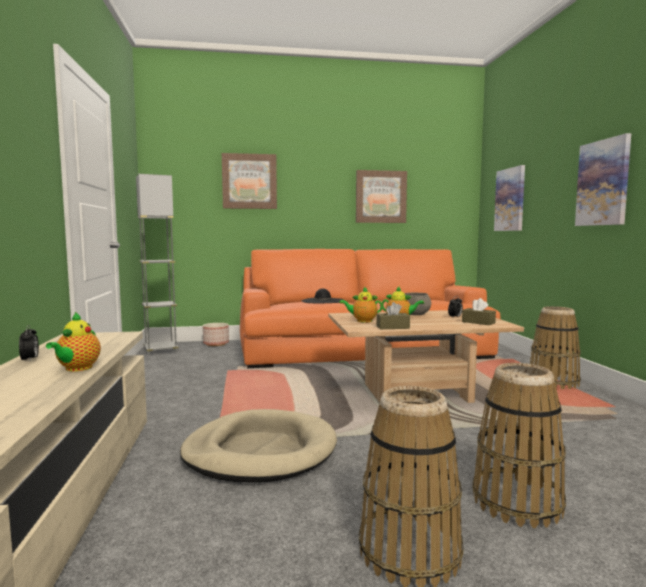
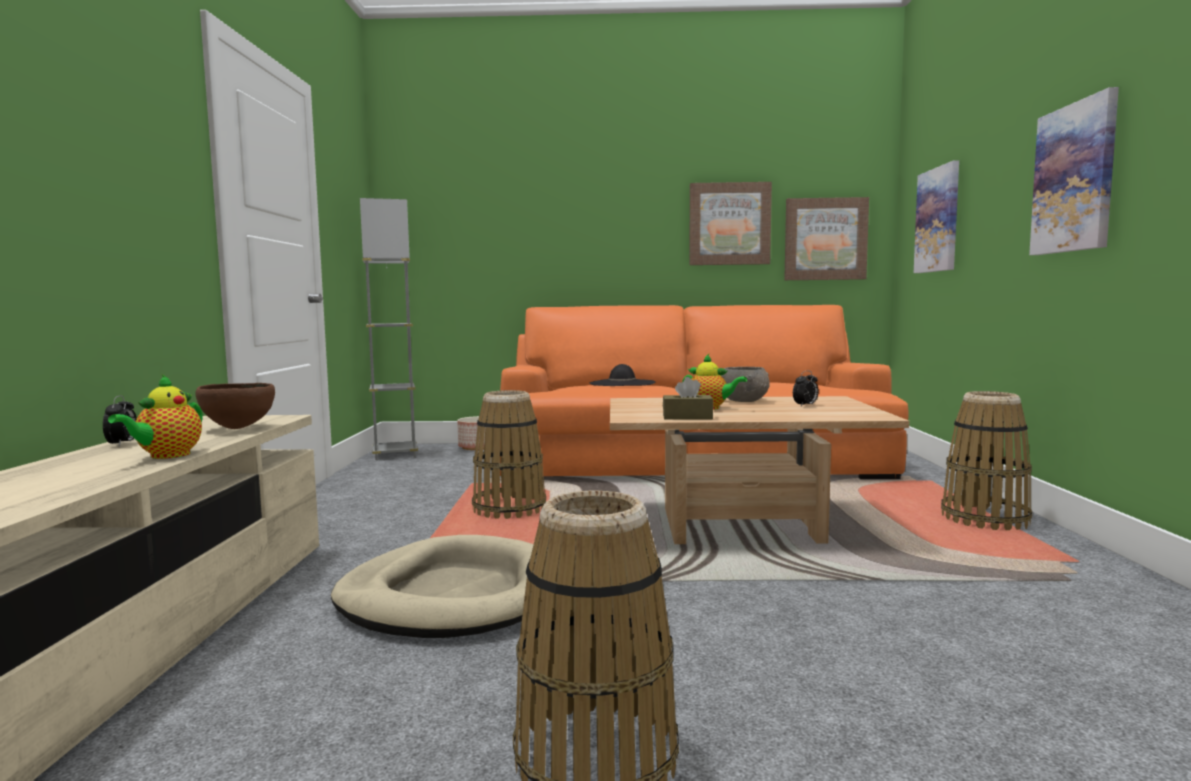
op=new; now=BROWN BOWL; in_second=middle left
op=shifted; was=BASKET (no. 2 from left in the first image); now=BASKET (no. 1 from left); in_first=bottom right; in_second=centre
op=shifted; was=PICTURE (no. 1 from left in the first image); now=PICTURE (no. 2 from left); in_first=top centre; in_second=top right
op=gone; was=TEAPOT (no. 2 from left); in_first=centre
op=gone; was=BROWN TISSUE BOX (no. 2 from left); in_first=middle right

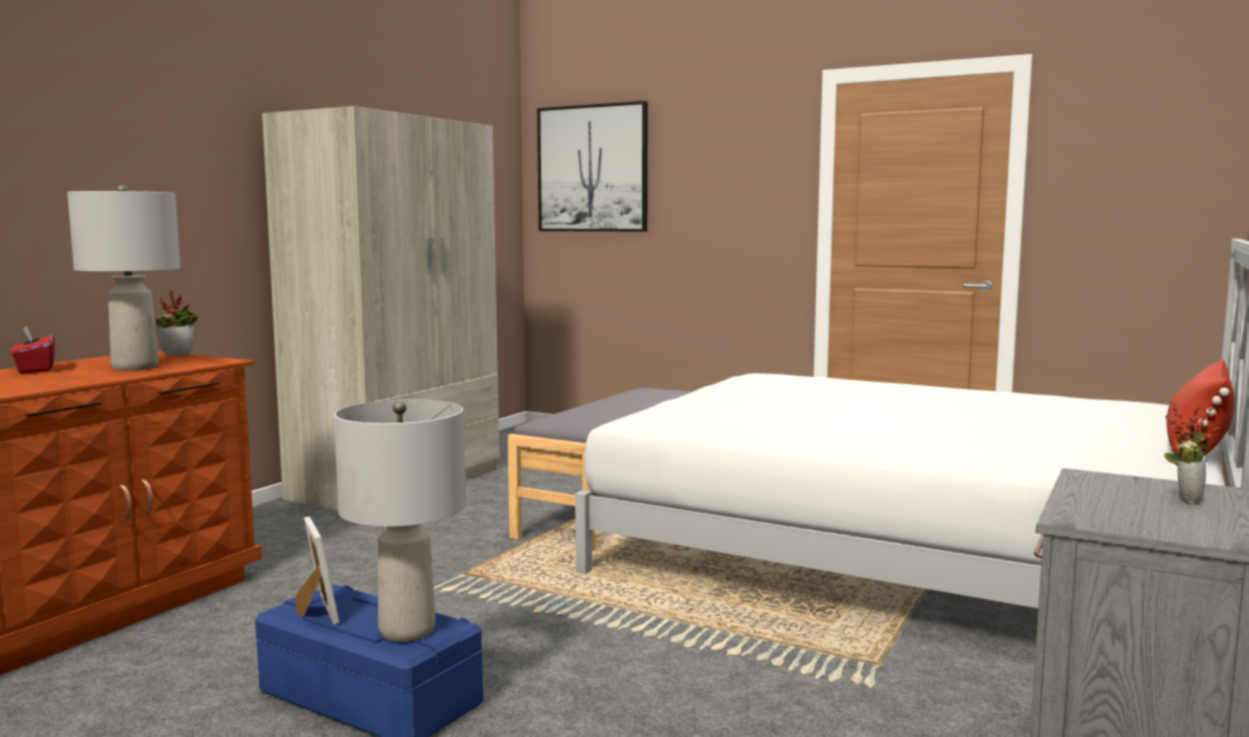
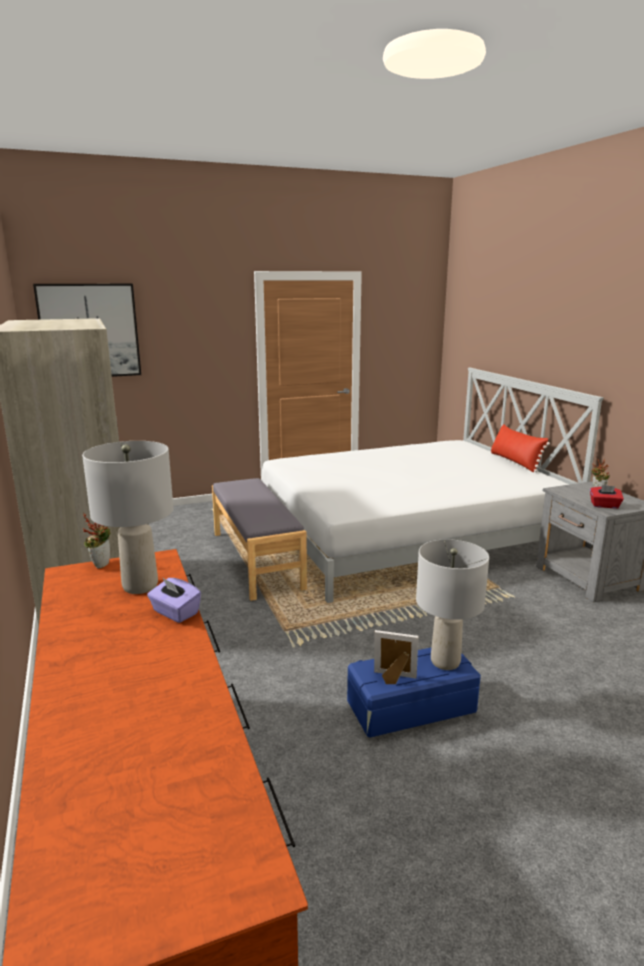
op=new; now=PURPLE TISSUE BOX; in_second=middle left
op=shifted; was=RED TISSUE BOX; in_first=middle left; in_second=middle right

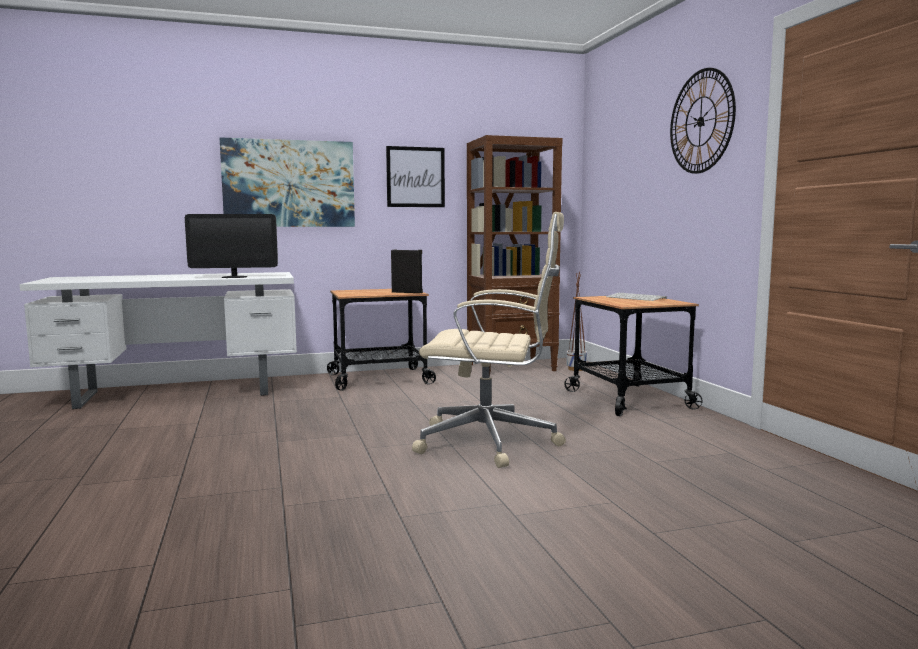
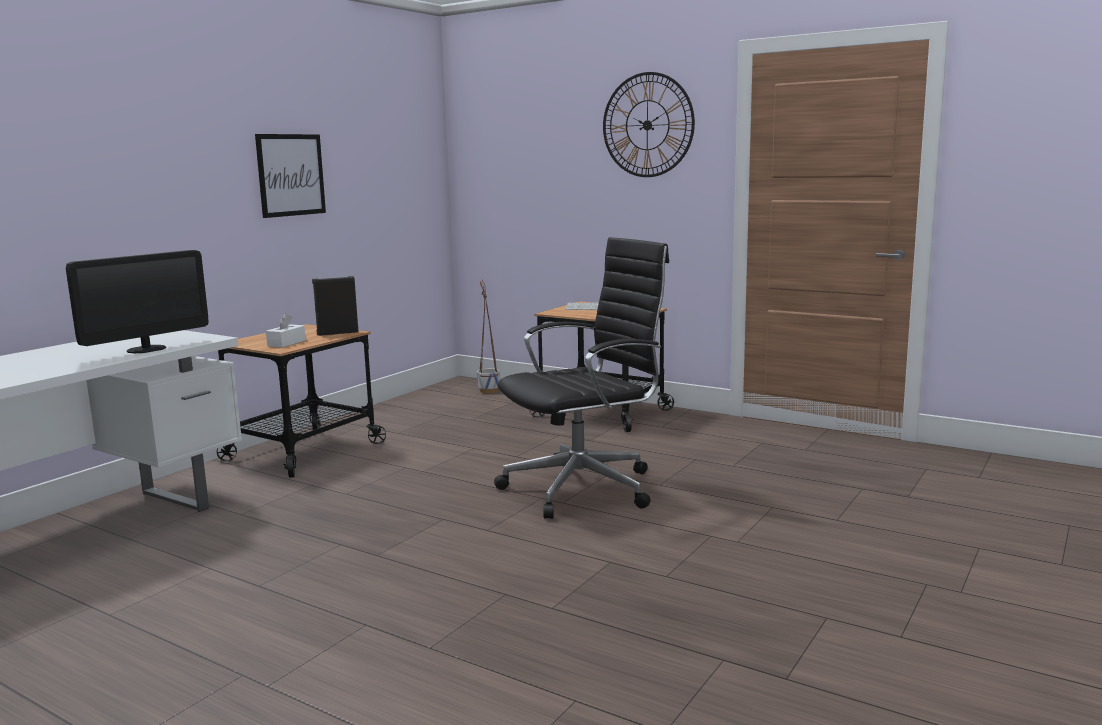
op=new; now=WHITE TISSUE BOX; in_second=middle left
op=repainted; was=BEIGE OFFICE CHAIR; now=BLACK OFFICE CHAIR; in_first=centre; in_second=centre
op=gone; was=PICTURE (no. 1 from left); in_first=top left
op=gone; was=BROWN BOOKCASE; in_first=centre

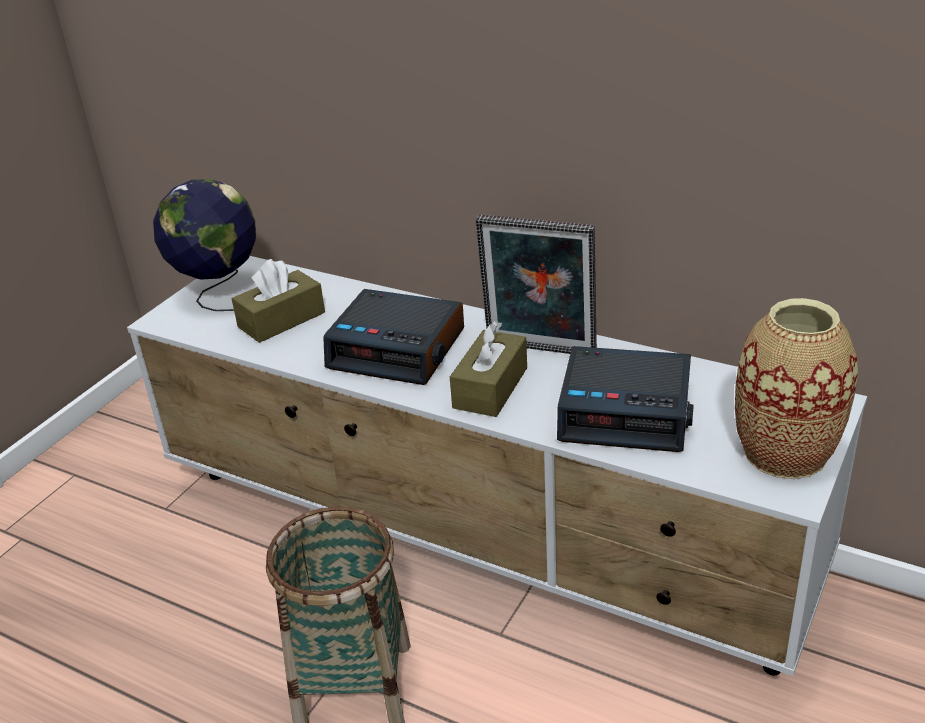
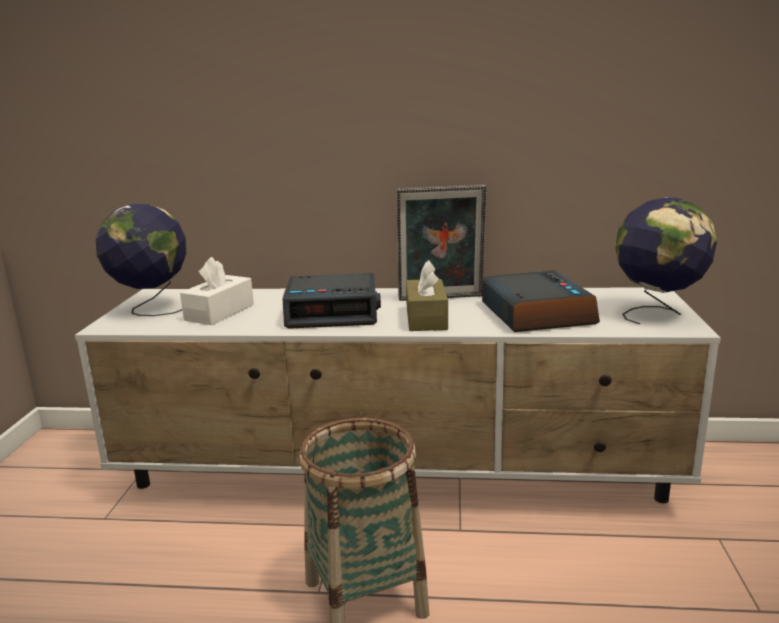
op=repainted; was=BROWN TISSUE BOX (no. 1 from left); now=WHITE TISSUE BOX; in_first=middle left; in_second=middle left
op=rotated; was=ALARM CLOCK (no. 2 from left); in_first=middle right; in_second=middle right; clockwise=-90
op=swapped; was=VASE; now=GLOBE (no. 2 from left); in_first=middle right; in_second=middle right

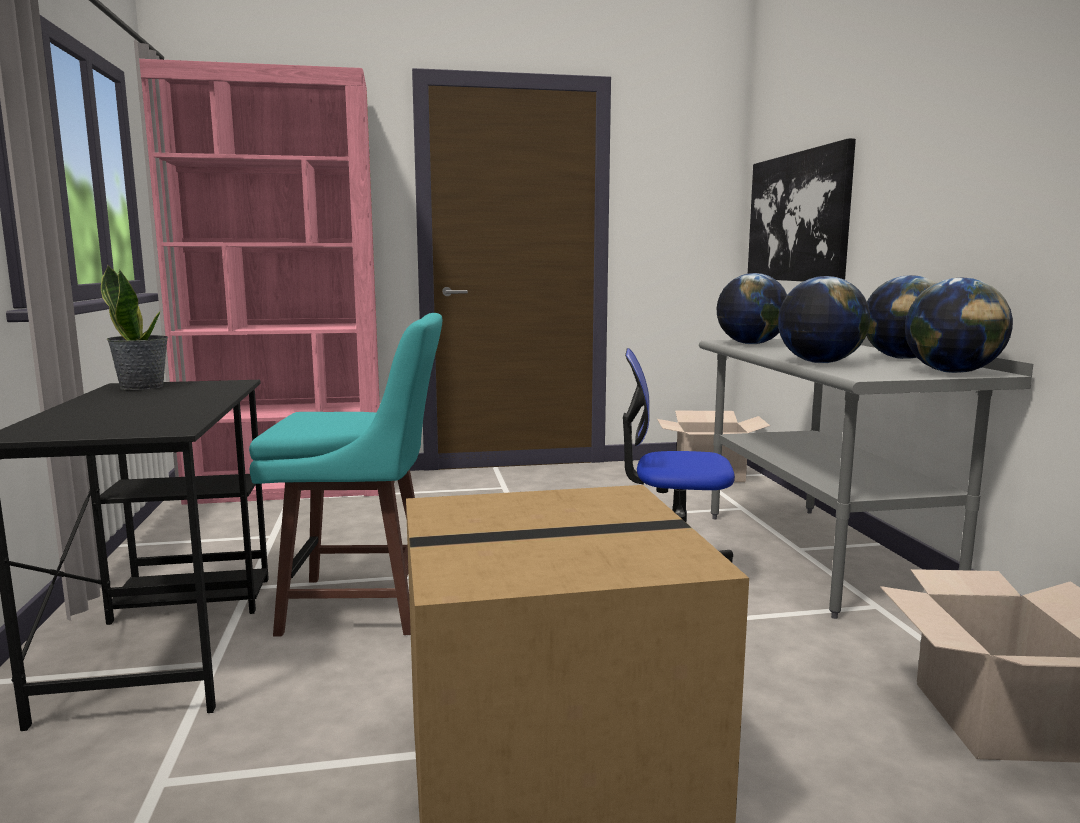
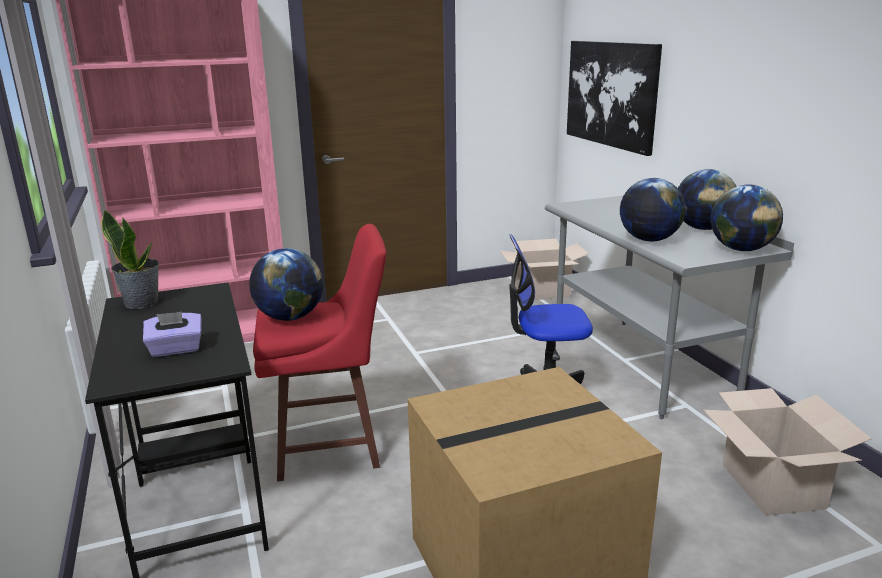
op=new; now=PURPLE TISSUE BOX; in_second=middle left
op=shifted; was=GLOBE (no. 1 from left); in_first=middle right; in_second=middle left
op=repainted; was=TURQUOISE STOOL; now=RED STOOL; in_first=middle left; in_second=centre

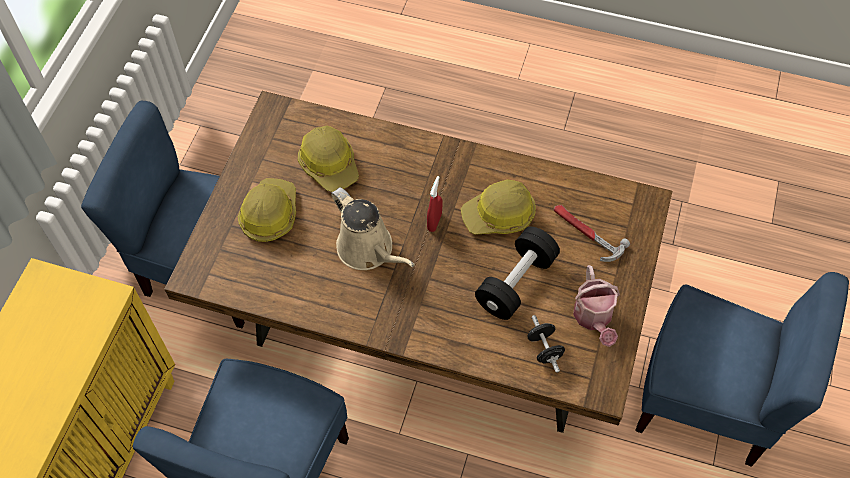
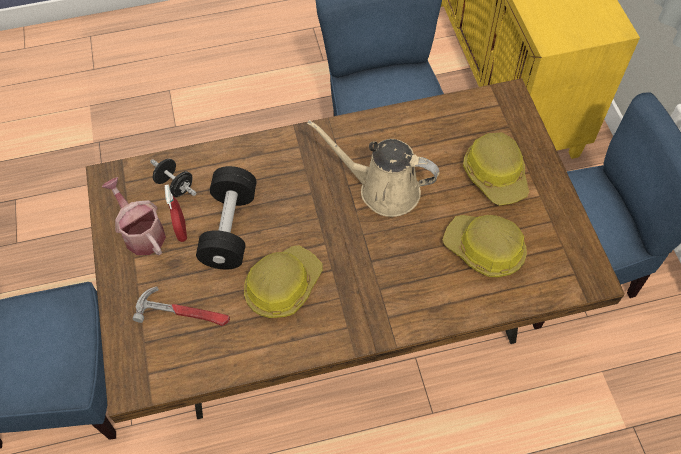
op=shifted; was=RED SPRAY BOTTLE; in_first=centre; in_second=middle left

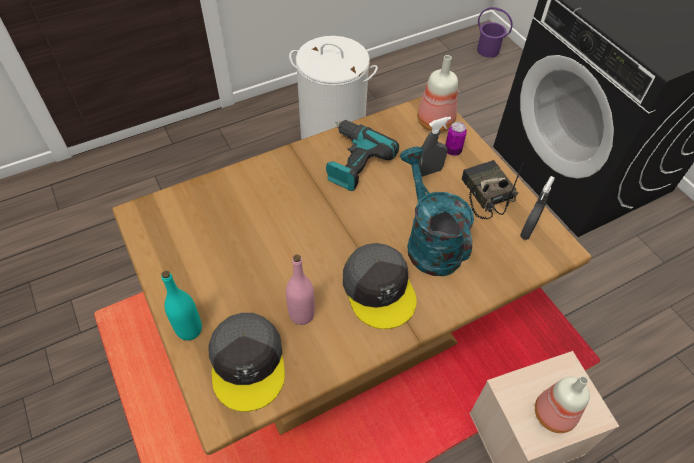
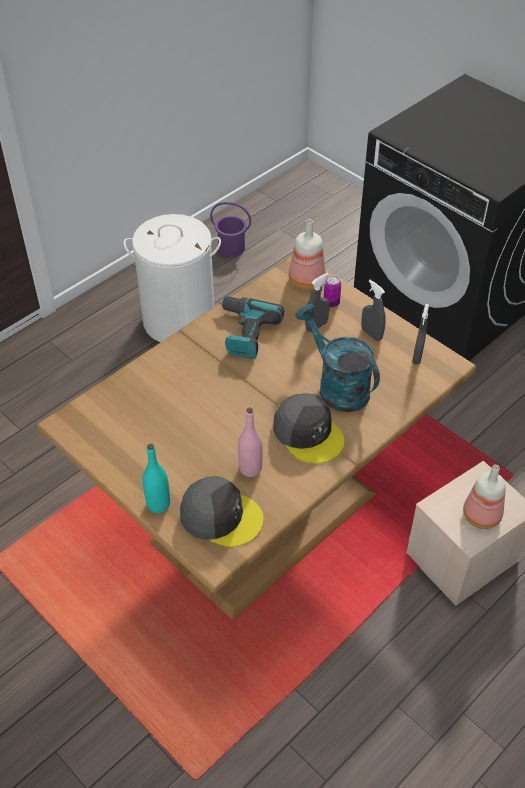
op=rotated; was=GREY CAP (no. 1 from left); in_first=bottom centre; in_second=centre; clockwise=-45
op=shifted; was=PURPLE BUCKET; in_first=top right; in_second=top centre
op=swapped; was=RADIO; now=GREY SPRAY BOTTLE (no. 2 from left); in_first=middle right; in_second=middle right

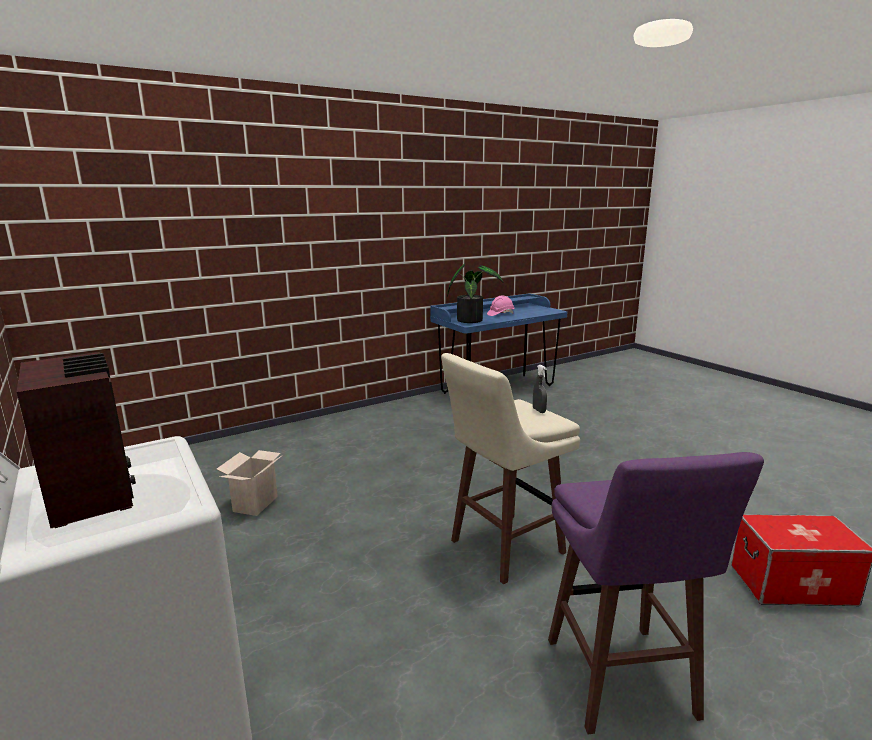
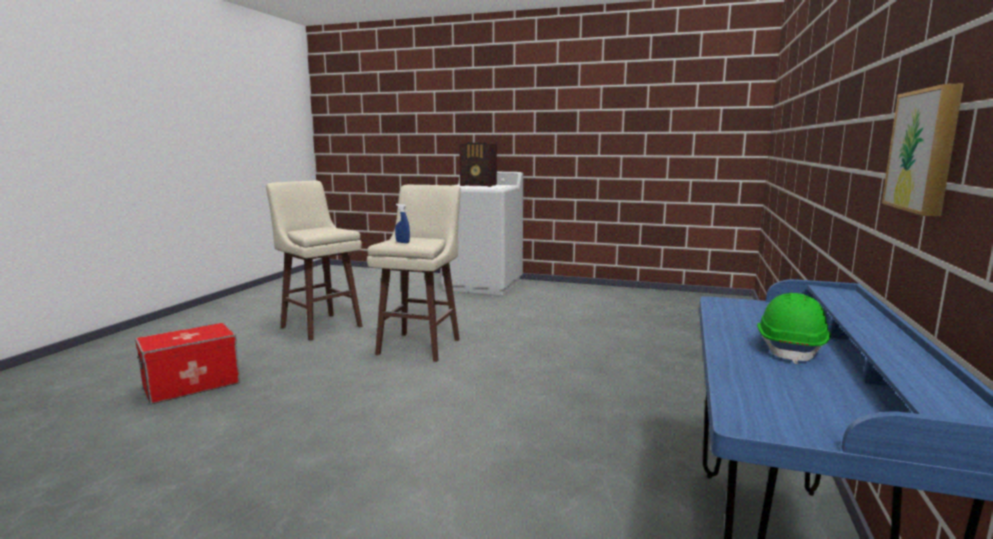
op=repainted; was=PURPLE STOOL; now=BEIGE STOOL (no. 1 from left); in_first=bottom right; in_second=middle left
op=repainted; was=GREY SPRAY BOTTLE; now=BLUE SPRAY BOTTLE; in_first=centre; in_second=centre
op=repainted; was=PINK HARD HAT; now=GREEN HARD HAT; in_first=centre; in_second=middle right
op=new; now=PICTURE; in_second=top right
op=gone; was=CARDBOARD BOX; in_first=middle left
op=gone; was=POTTED PLANT; in_first=centre

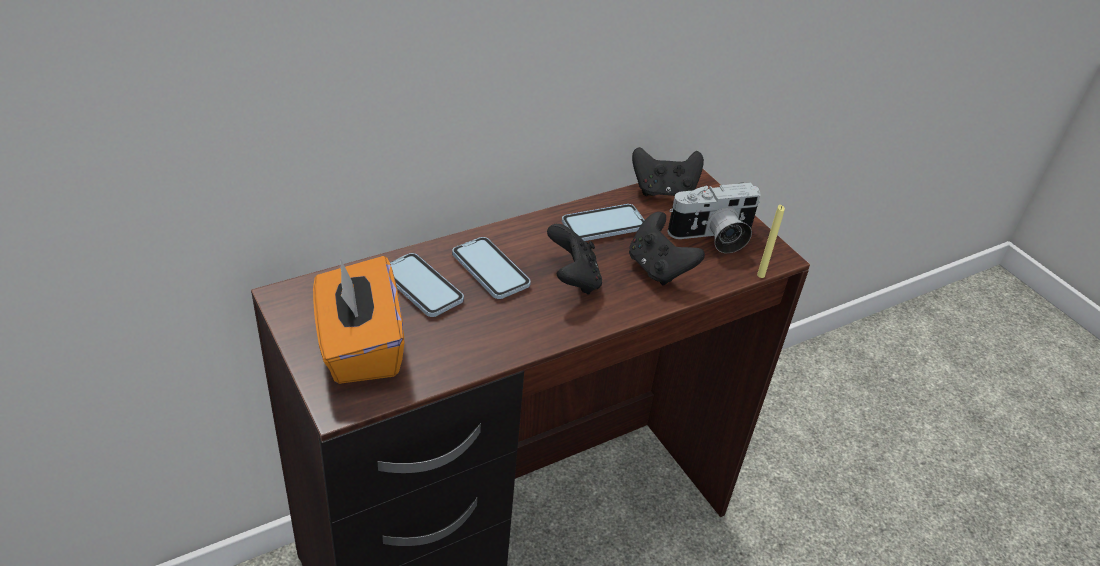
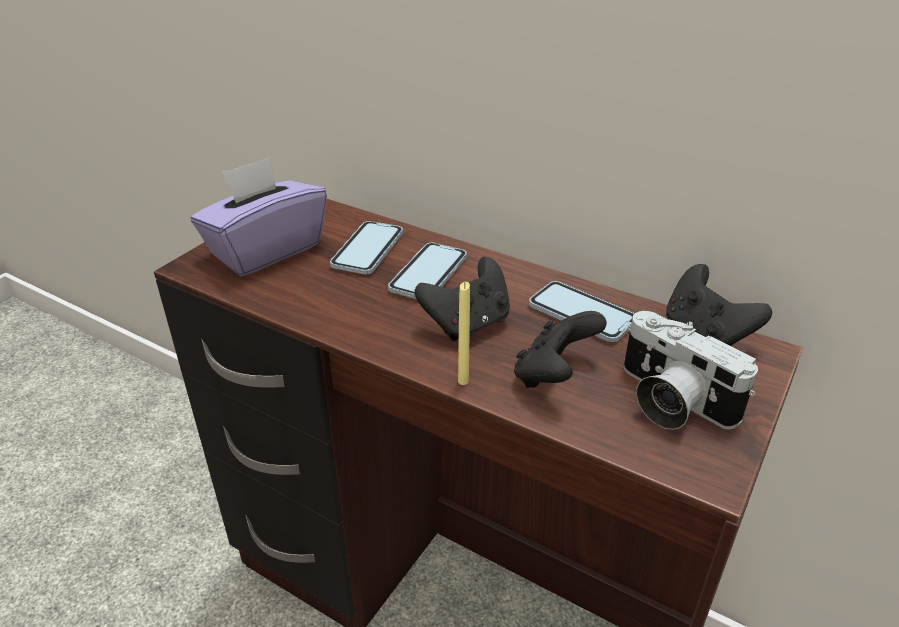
op=repainted; was=ORANGE TISSUE BOX; now=PURPLE TISSUE BOX; in_first=middle left; in_second=middle left
op=shifted; was=YELLOW CANDLE; in_first=middle right; in_second=centre

